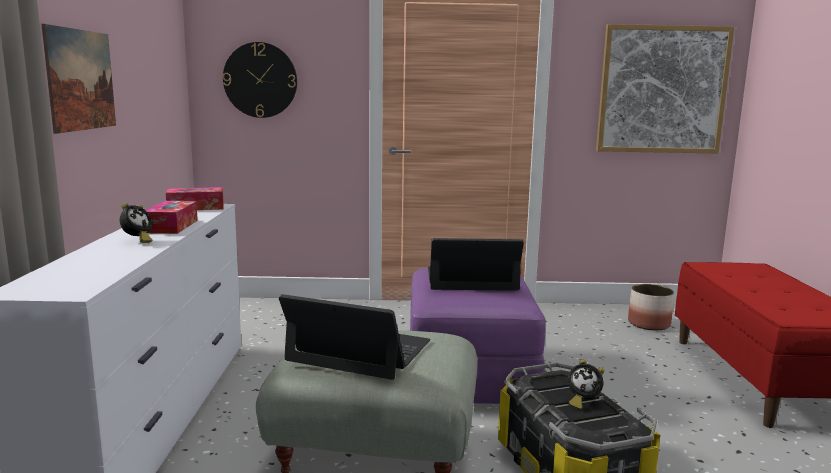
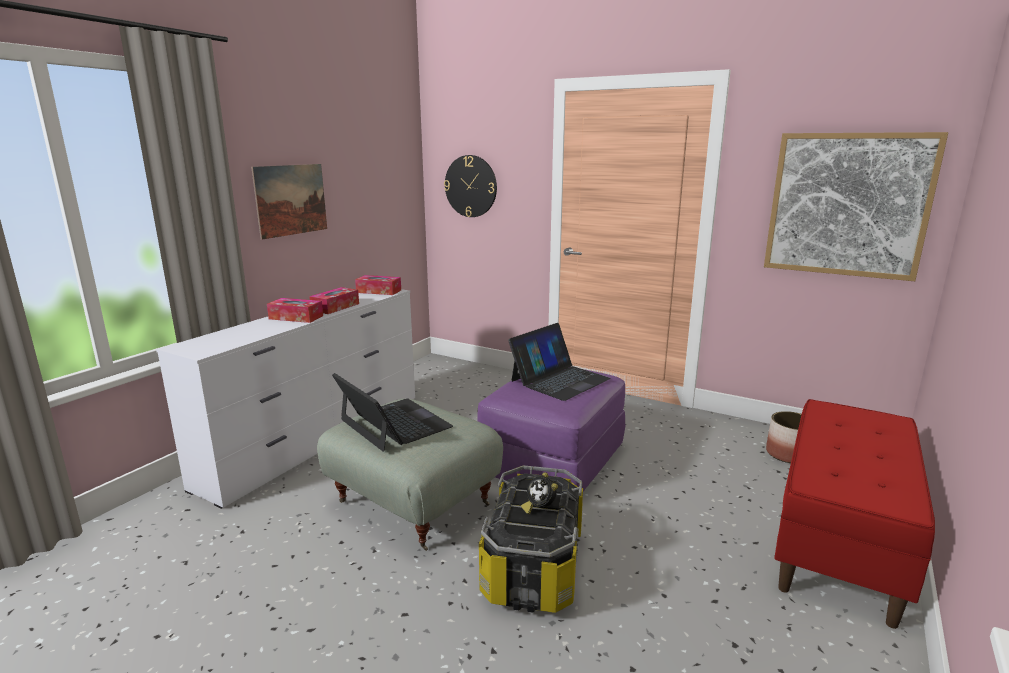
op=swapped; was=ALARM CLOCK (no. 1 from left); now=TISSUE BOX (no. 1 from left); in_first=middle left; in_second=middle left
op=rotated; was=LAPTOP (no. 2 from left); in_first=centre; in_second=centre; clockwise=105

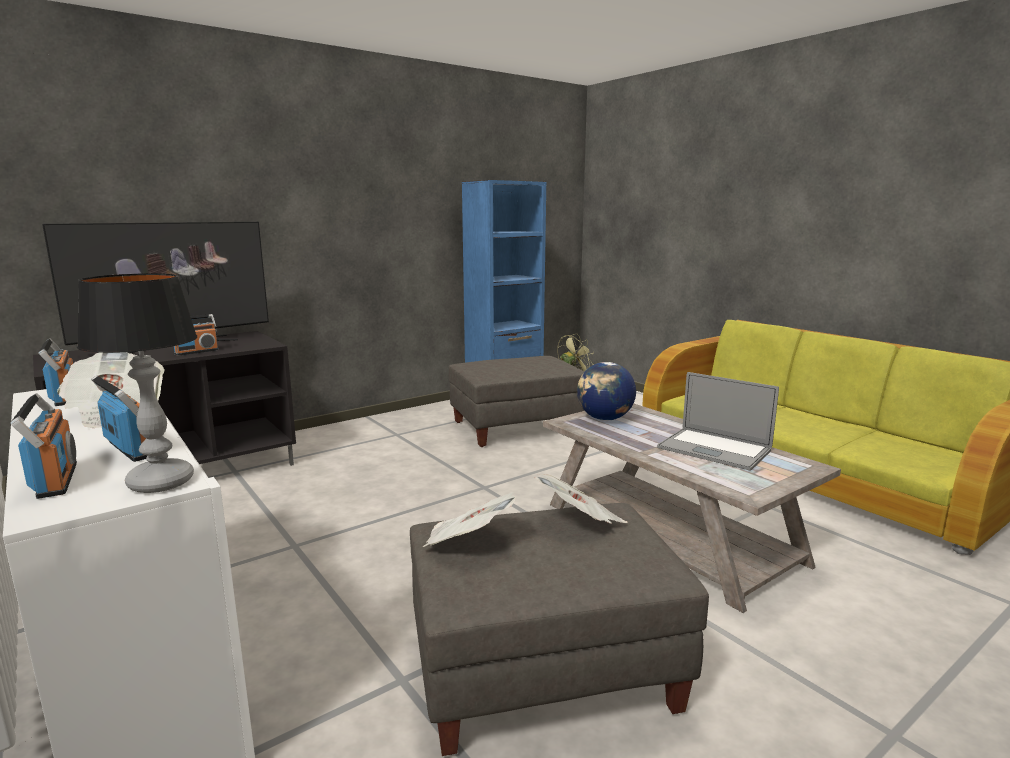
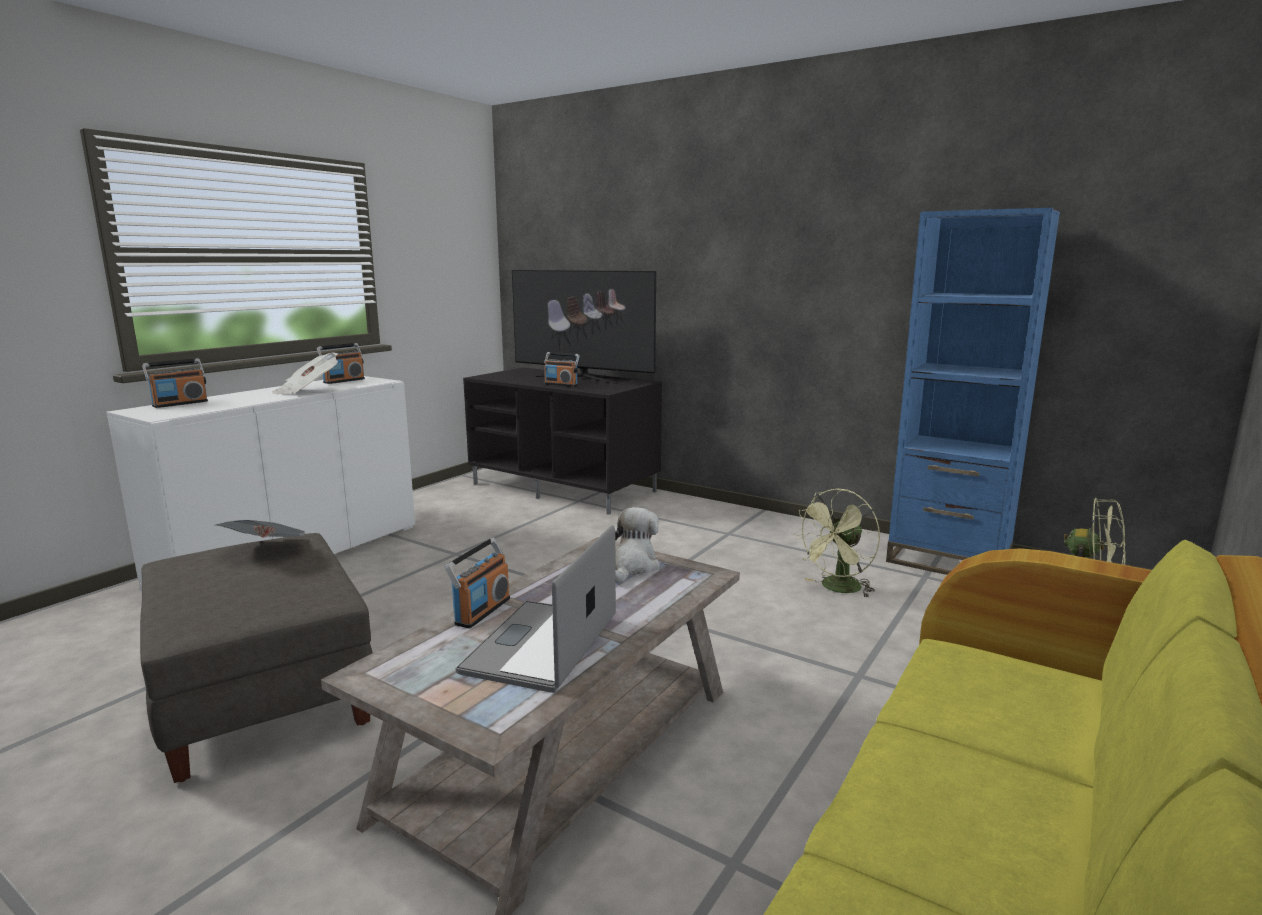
op=shifted; was=RADIO (no. 3 from left); in_first=middle left; in_second=centre
op=swapped; was=GLOBE; now=PLUSH TOY; in_first=centre; in_second=centre
op=swapped; was=GREY OTTOMAN (no. 1 from left); now=GREEN FAN (no. 1 from left); in_first=centre; in_second=centre
op=gone; was=TABLE LAMP; in_first=middle left
op=gone; was=NEWSPAPER (no. 3 from left); in_first=centre

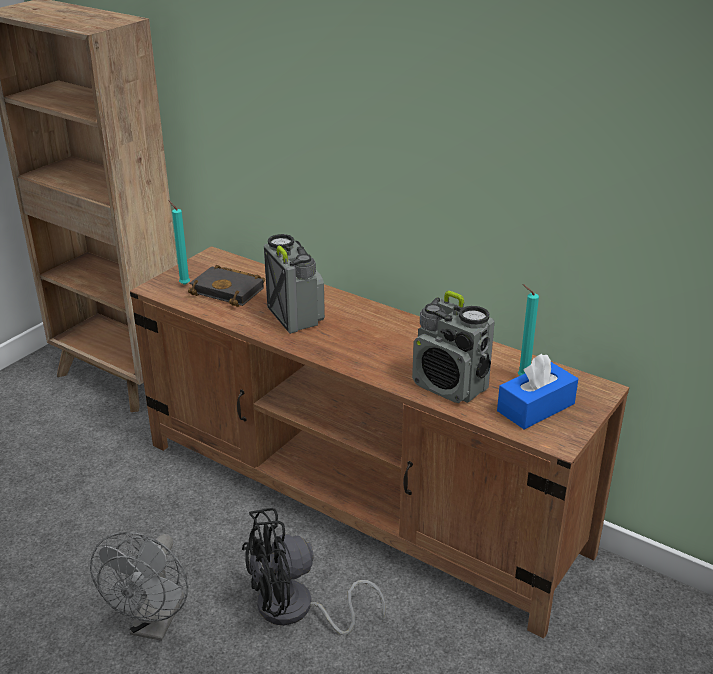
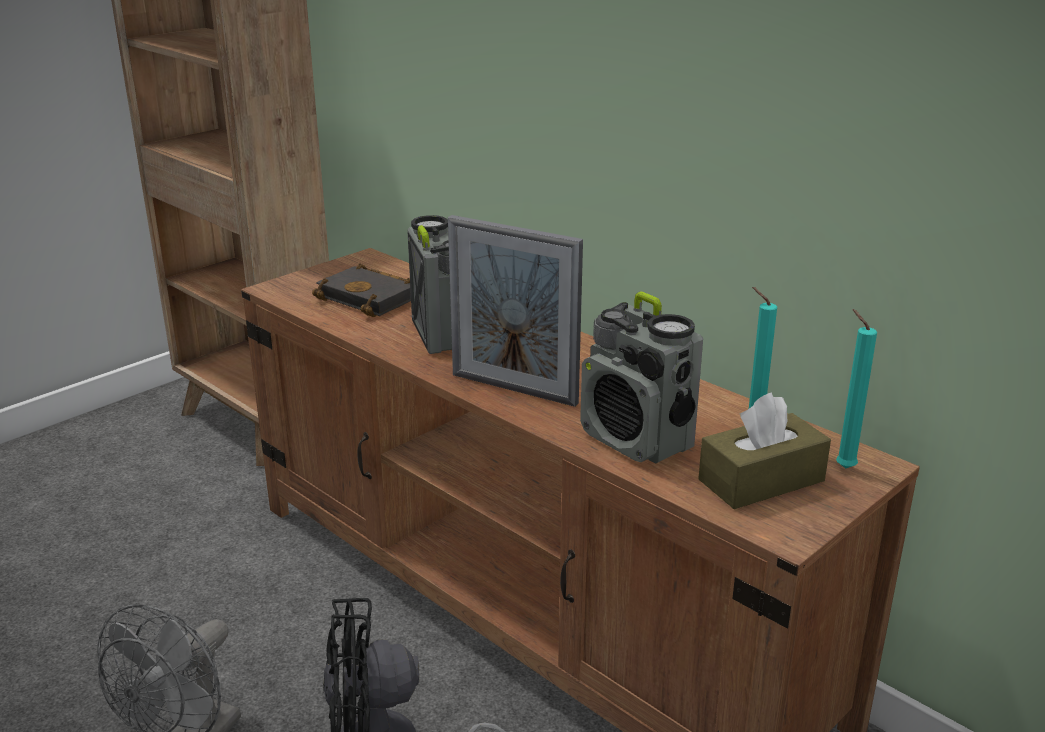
op=new; now=PICTURE FRAME; in_second=centre
op=repainted; was=BLUE TISSUE BOX; now=BROWN TISSUE BOX; in_first=middle right; in_second=middle right
op=shifted; was=TURQUOISE CANDLE (no. 1 from left in the first image); now=TURQUOISE CANDLE (no. 2 from left); in_first=middle left; in_second=middle right

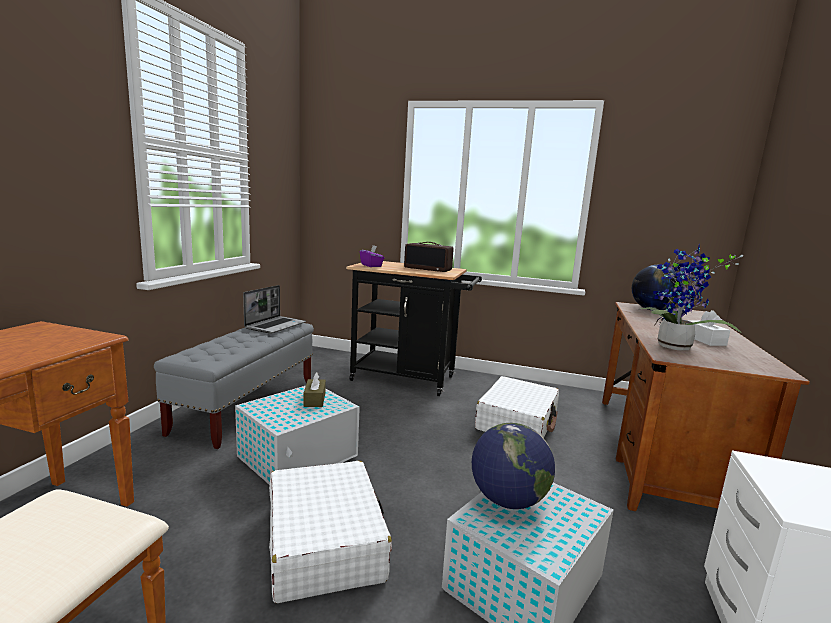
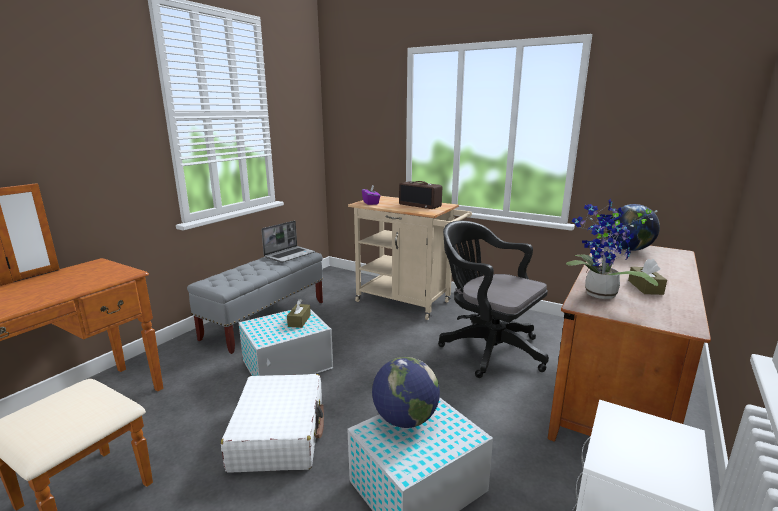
op=repainted; was=BLACK CART; now=BEIGE CART; in_first=centre; in_second=centre
op=swapped; was=WHITE SUITCASE (no. 2 from left); now=BLACK OFFICE CHAIR; in_first=centre; in_second=centre
op=repainted; was=WHITE TISSUE BOX; now=BROWN TISSUE BOX (no. 2 from left); in_first=middle right; in_second=middle right

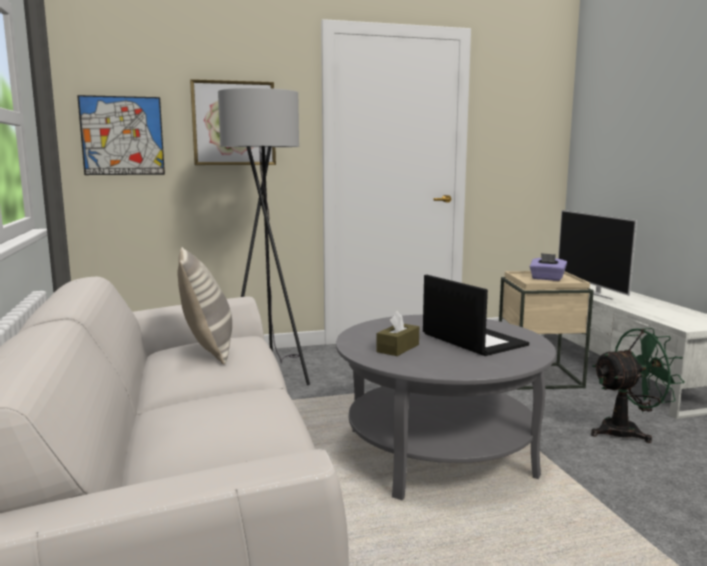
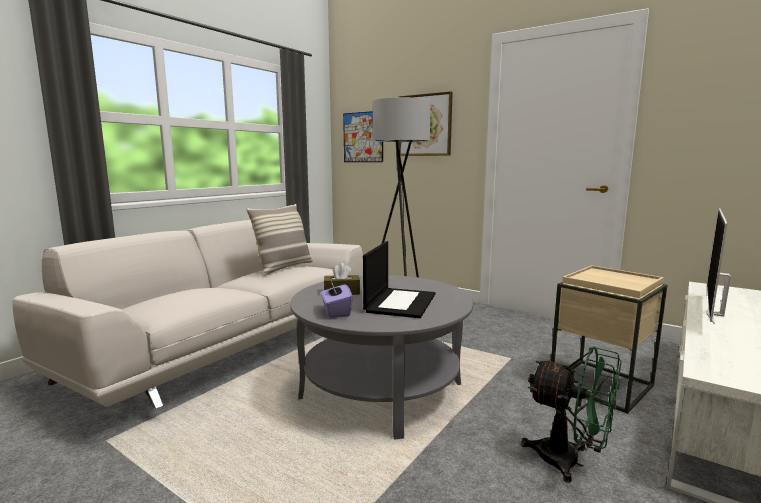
op=shifted; was=PURPLE TISSUE BOX; in_first=middle right; in_second=centre

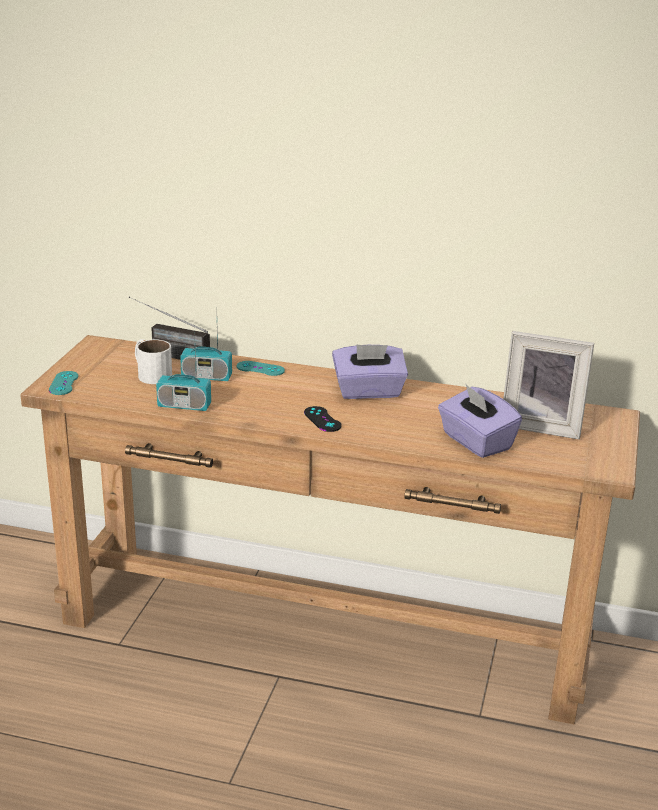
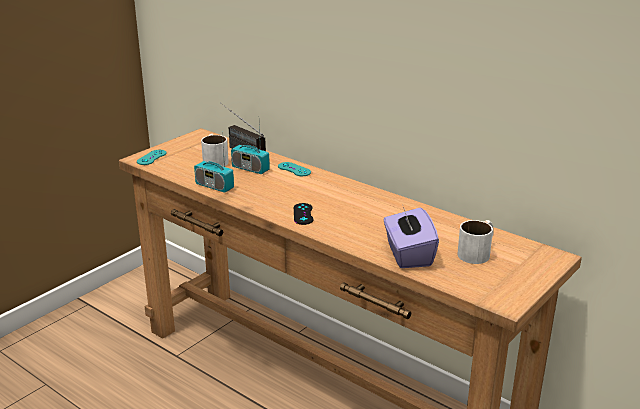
op=swapped; was=PICTURE FRAME; now=WHITE MUG (no. 2 from left); in_first=middle right; in_second=middle right
op=gone; was=PURPLE TISSUE BOX (no. 1 from left); in_first=centre

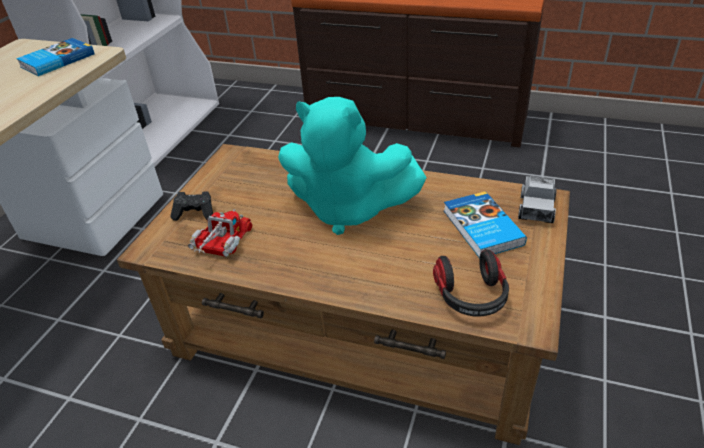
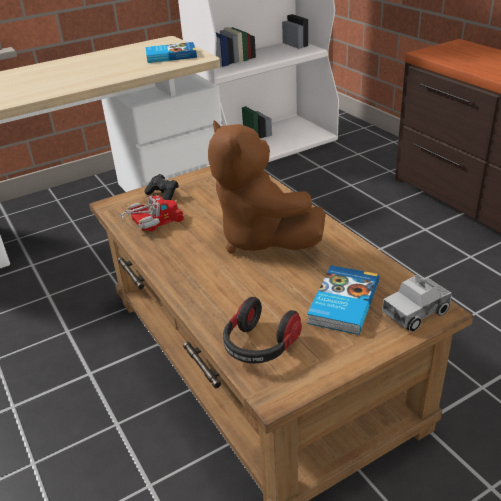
op=repainted; was=TURQUOISE PLUSH TOY; now=BROWN PLUSH TOY; in_first=centre; in_second=centre

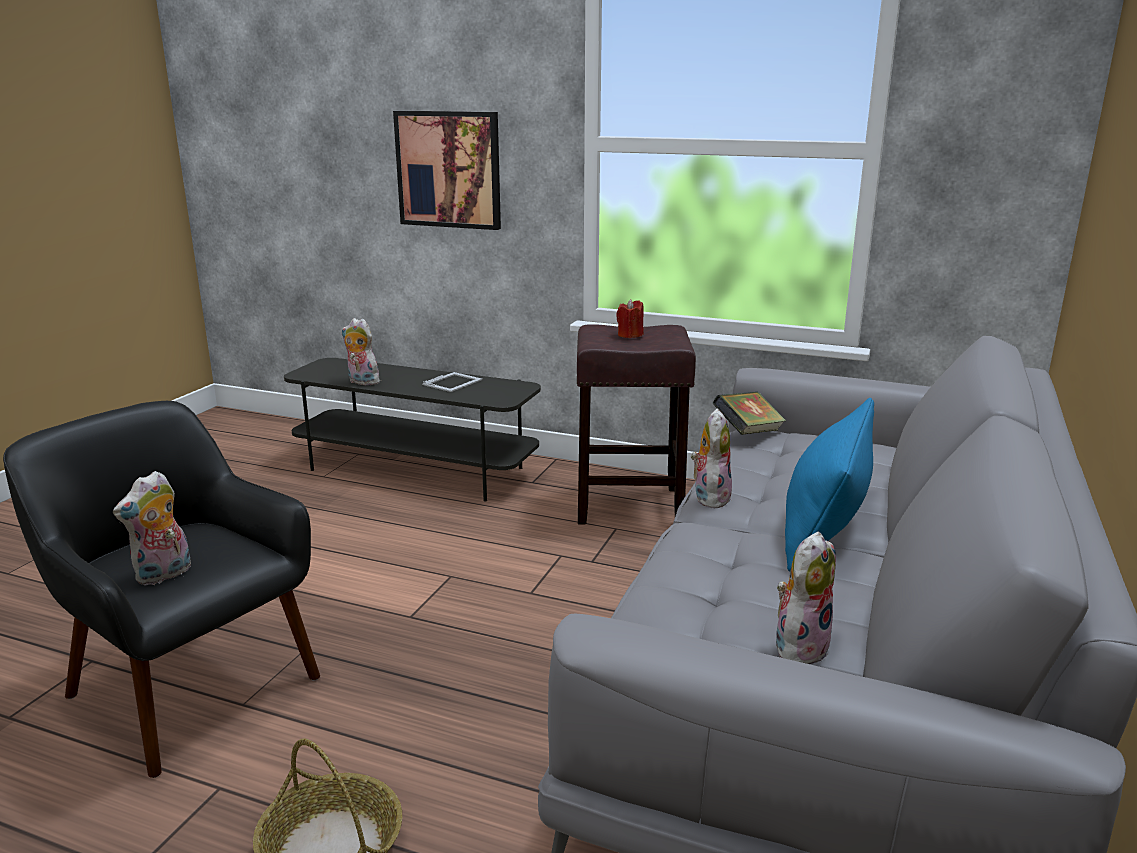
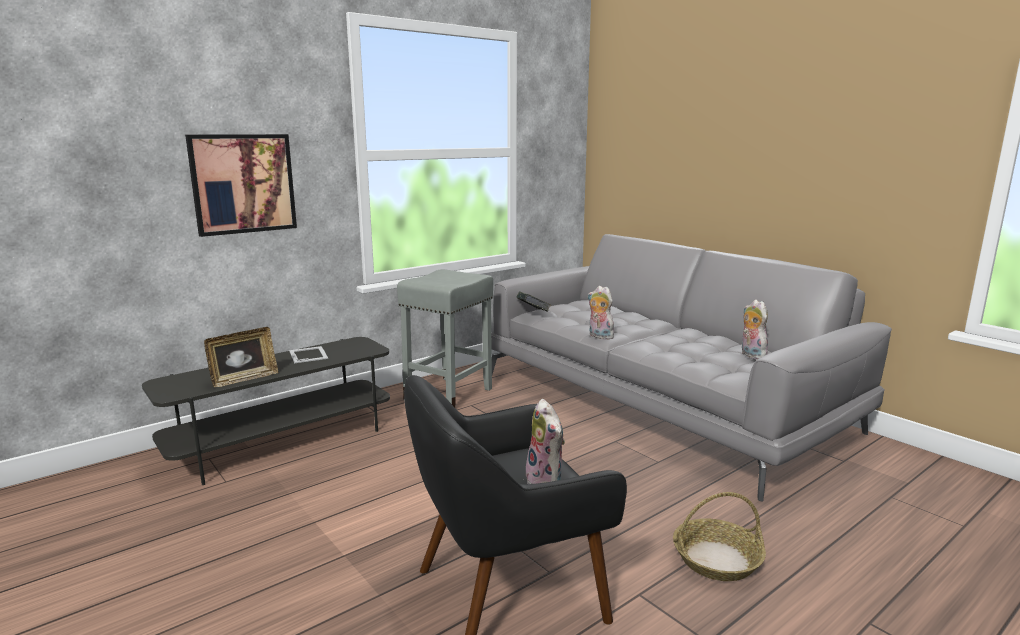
op=swapped; was=PLUSH TOY (no. 2 from left); now=PICTURE FRAME (no. 1 from left); in_first=middle left; in_second=middle left
op=repainted; was=BROWN STOOL; now=GREY STOOL; in_first=centre; in_second=centre
op=gone; was=RED CANDLE; in_first=centre
op=gone; was=BLUE PILLOW; in_first=middle right

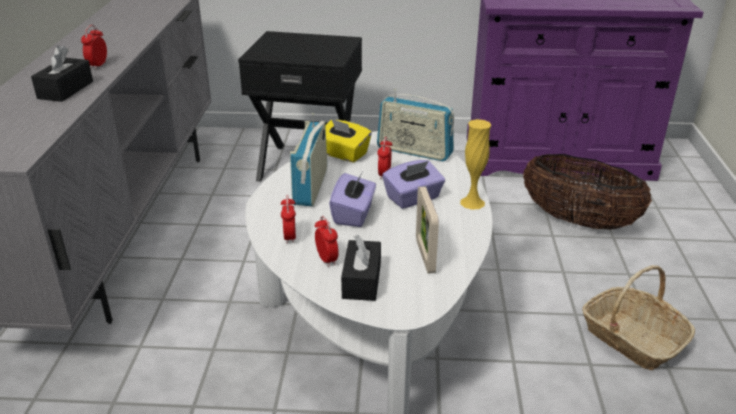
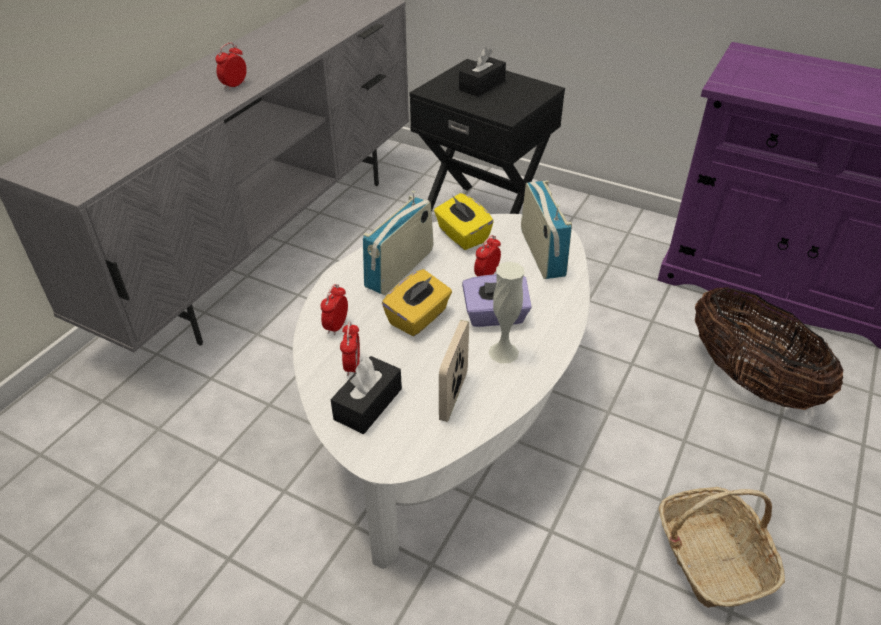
op=repainted; was=PURPLE TISSUE BOX (no. 1 from left); now=YELLOW TISSUE BOX (no. 1 from left); in_first=centre; in_second=centre
op=shifted; was=BLACK TISSUE BOX (no. 1 from left in the first image); now=BLACK TISSUE BOX (no. 2 from left); in_first=top left; in_second=top centre
op=new; now=WHITE VASE; in_second=centre
op=rotated; was=RADIO (no. 2 from left); in_first=top centre; in_second=centre; clockwise=-150
op=gone; was=YELLOW VASE; in_first=centre

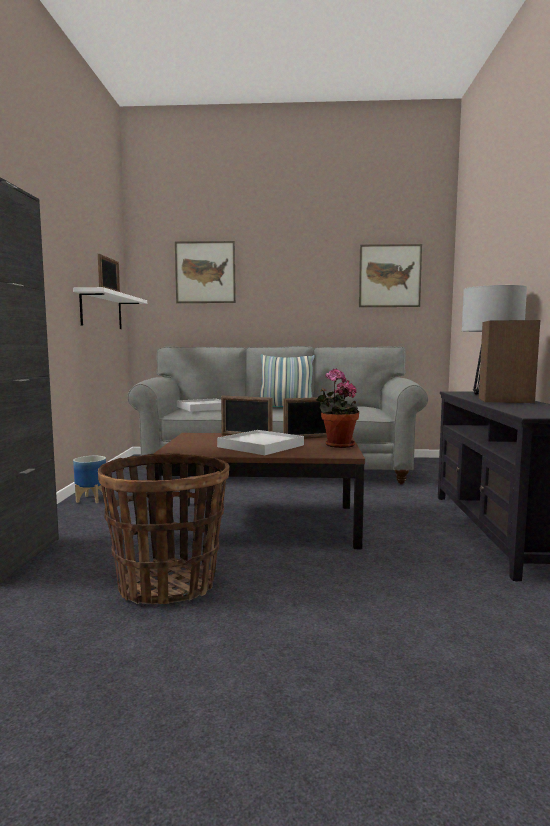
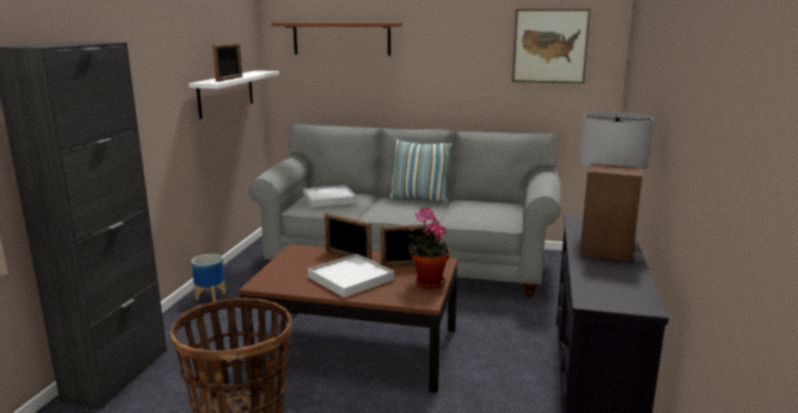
op=swapped; was=PICTURE (no. 1 from left); now=BROWN SHELF; in_first=top centre; in_second=top centre

